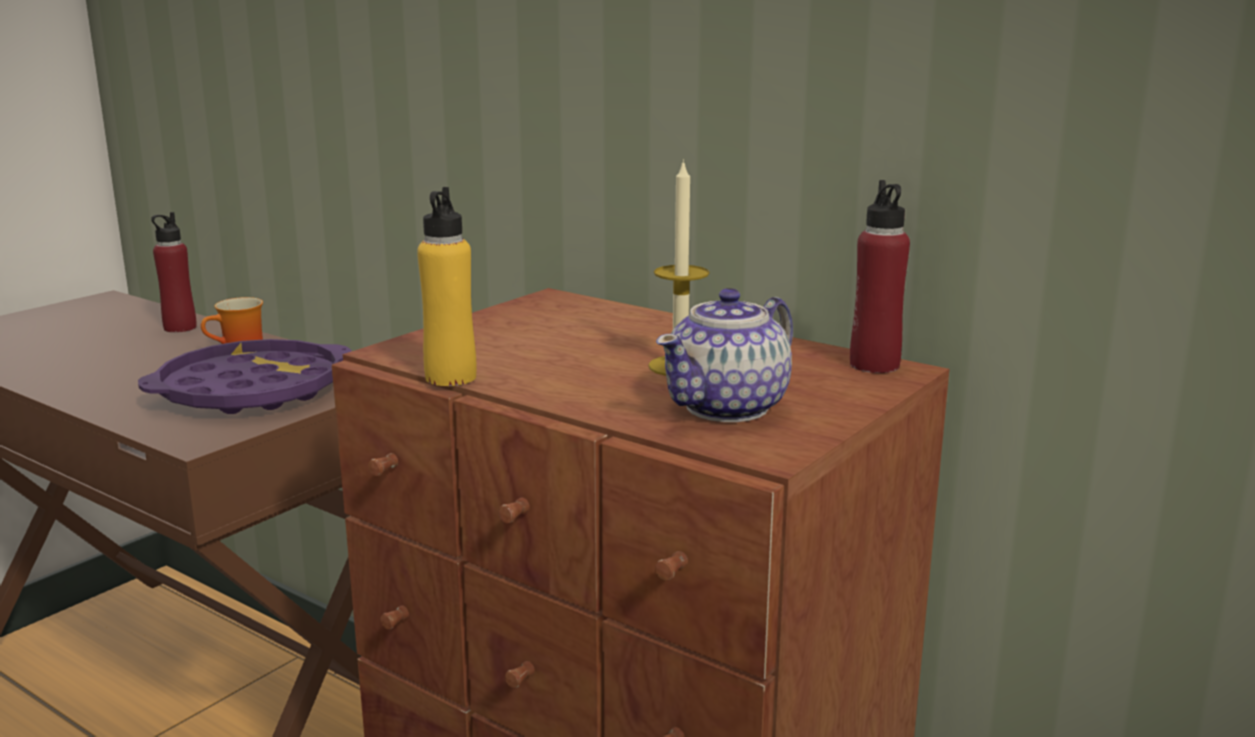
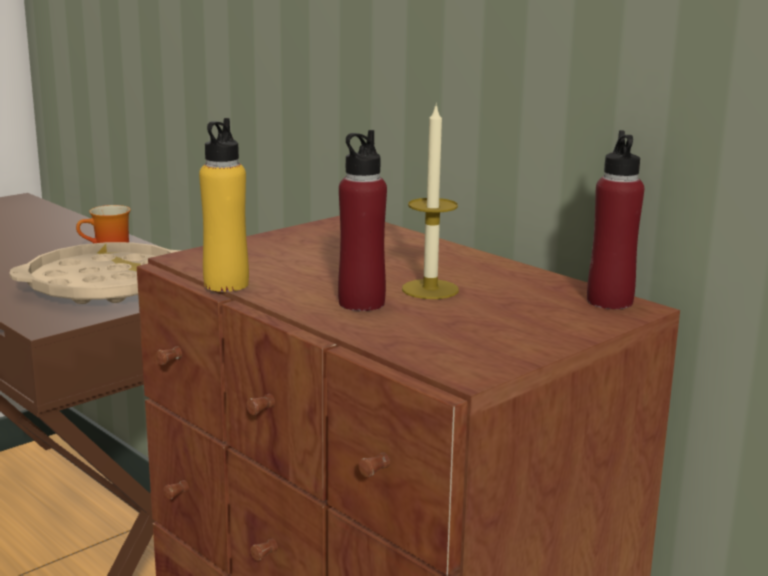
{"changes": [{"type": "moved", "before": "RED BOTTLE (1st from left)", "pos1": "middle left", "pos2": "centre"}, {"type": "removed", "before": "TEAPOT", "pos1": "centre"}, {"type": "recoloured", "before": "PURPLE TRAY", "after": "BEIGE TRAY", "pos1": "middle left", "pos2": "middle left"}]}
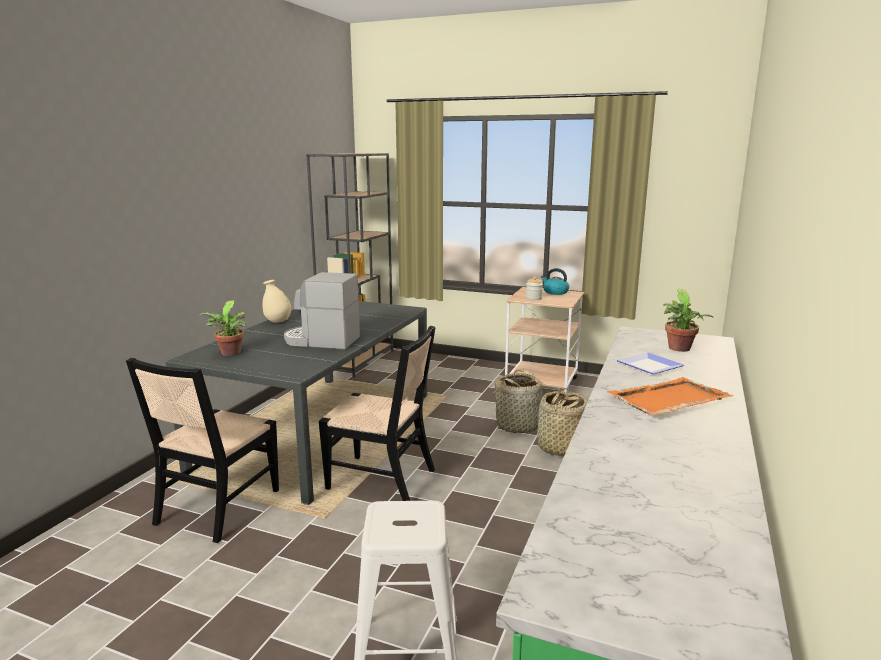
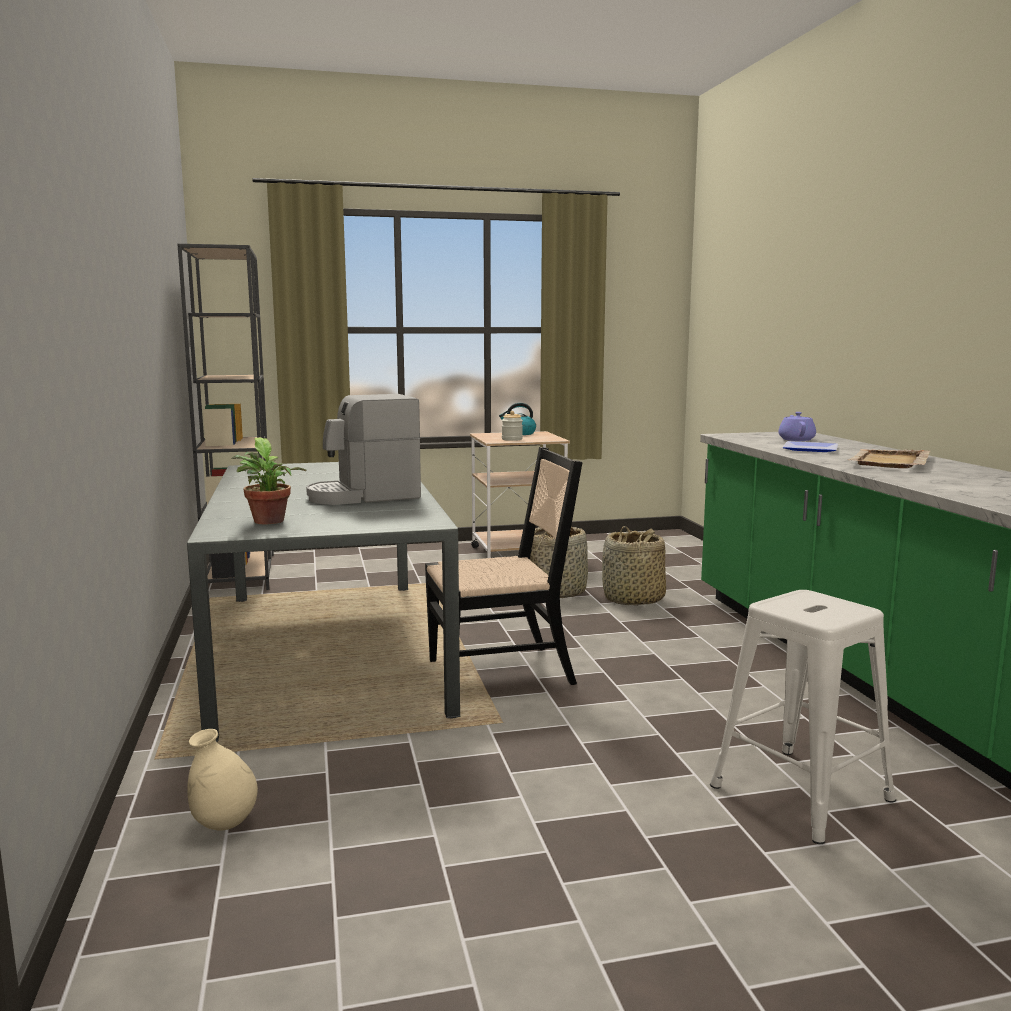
{"changes": [{"type": "moved", "before": "BEIGE VASE", "pos1": "middle left", "pos2": "bottom left"}, {"type": "replaced", "before": "POTTED PLANT (2nd from left)", "after": "PURPLE TEAPOT", "pos1": "middle right", "pos2": "middle right"}, {"type": "removed", "before": "CHAIR (1st from left)", "pos1": "bottom left"}, {"type": "recoloured", "before": "ORANGE TRAY", "after": "BEIGE TRAY", "pos1": "middle right", "pos2": "middle right"}]}
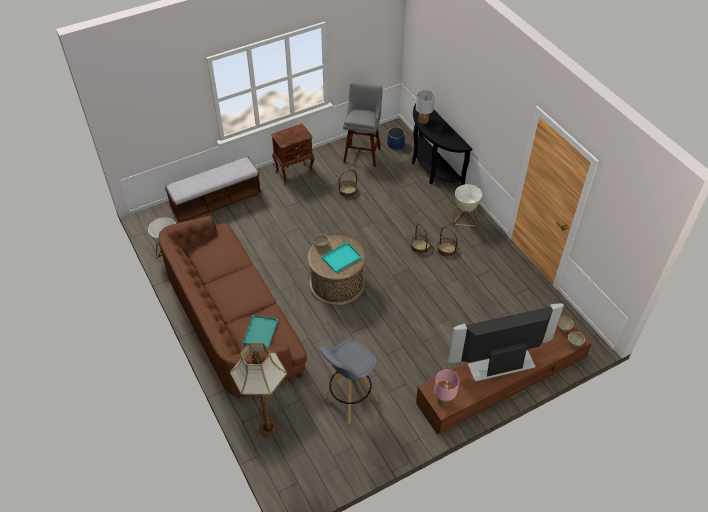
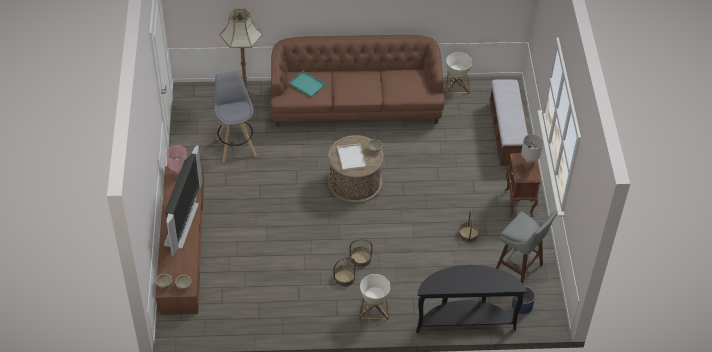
{"changes": [{"type": "moved", "before": "GREY TABLE LAMP", "pos1": "top centre", "pos2": "middle right"}, {"type": "recoloured", "before": "TURQUOISE TRAY (2nd from left)", "after": "WHITE TRAY", "pos1": "centre", "pos2": "centre"}]}
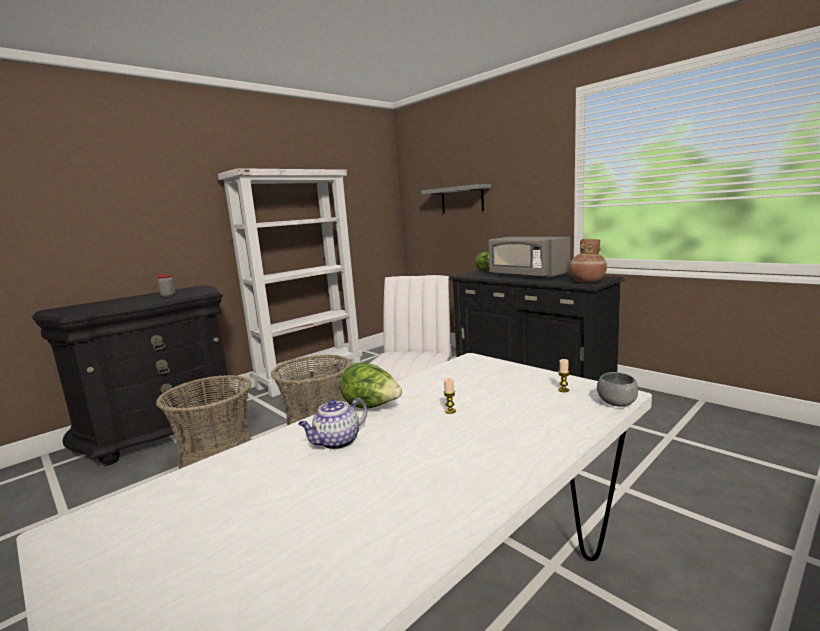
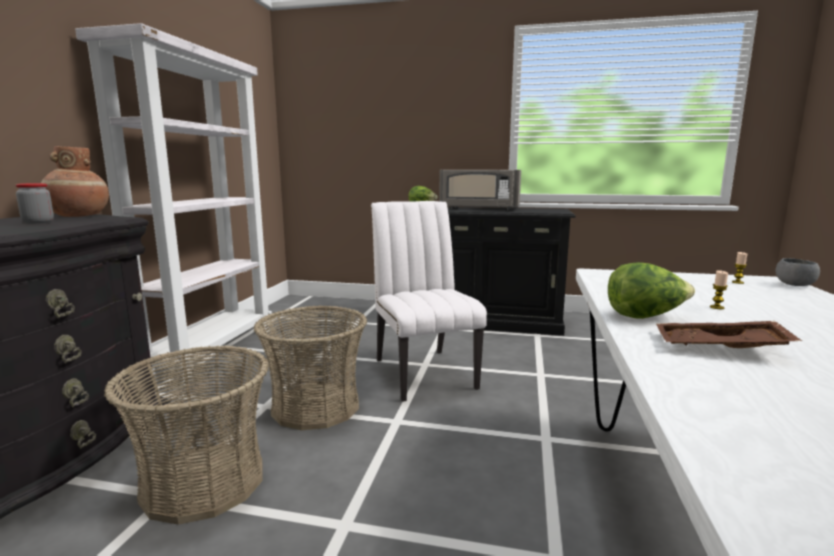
{"changes": [{"type": "removed", "before": "GREY SHELF", "pos1": "top centre"}, {"type": "moved", "before": "BROWN VASE", "pos1": "middle right", "pos2": "top left"}, {"type": "replaced", "before": "TEAPOT", "after": "BROWN TRAY", "pos1": "bottom centre", "pos2": "middle right"}]}
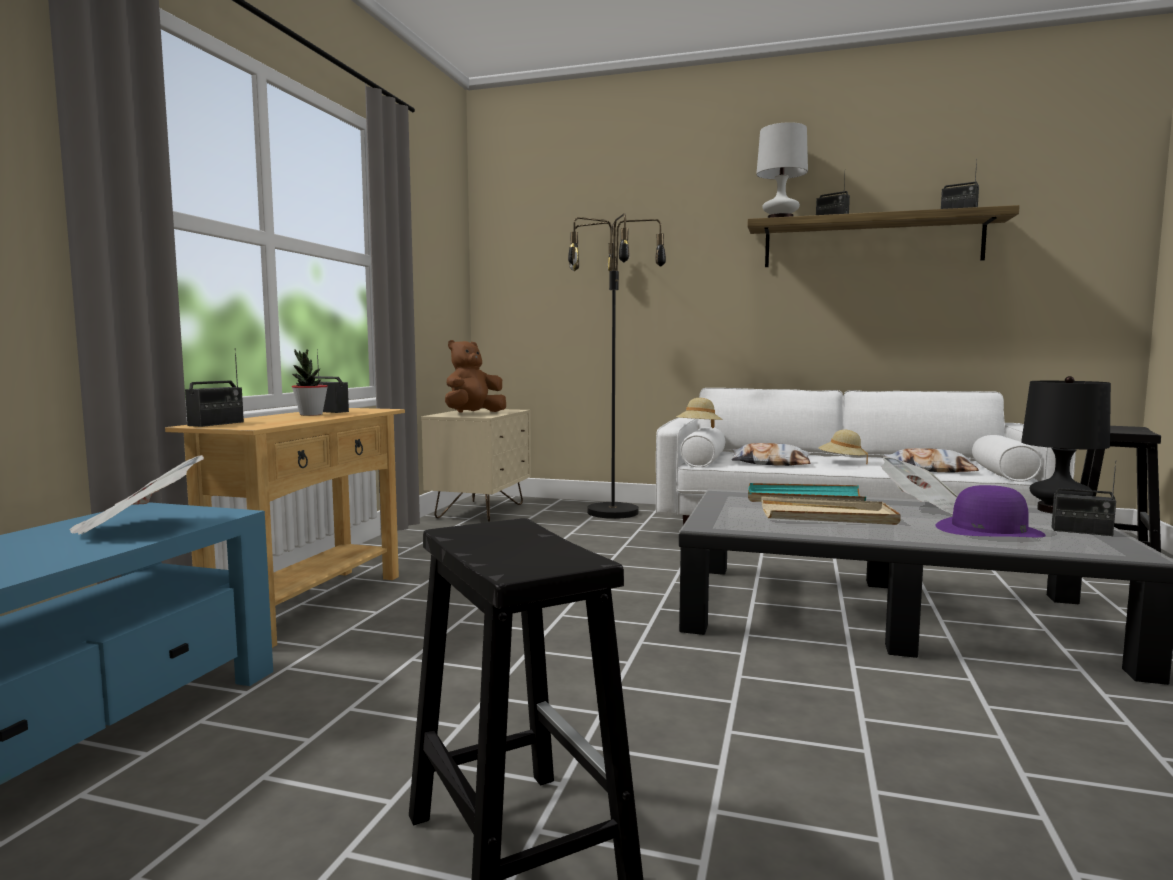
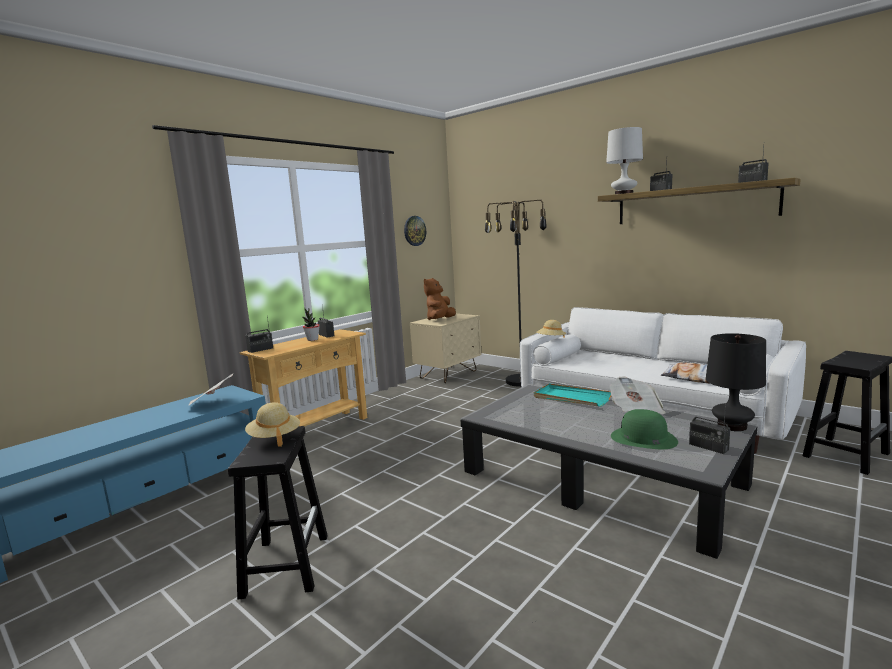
{"changes": [{"type": "turned", "before": "BROWN PLUSH TOY", "pos1": "centre", "pos2": "centre", "turn": -45}, {"type": "moved", "before": "BEIGE HAT (2nd from left in the first image)", "after": "BEIGE HAT (1st from left)", "pos1": "middle right", "pos2": "middle left"}, {"type": "removed", "before": "PILLOW (1st from left)", "pos1": "centre"}, {"type": "recoloured", "before": "PURPLE HAT", "after": "GREEN HAT", "pos1": "middle right", "pos2": "middle right"}, {"type": "removed", "before": "BEIGE TRAY", "pos1": "middle right"}, {"type": "added", "after": "WALL CLOCK", "pos2": "centre"}]}
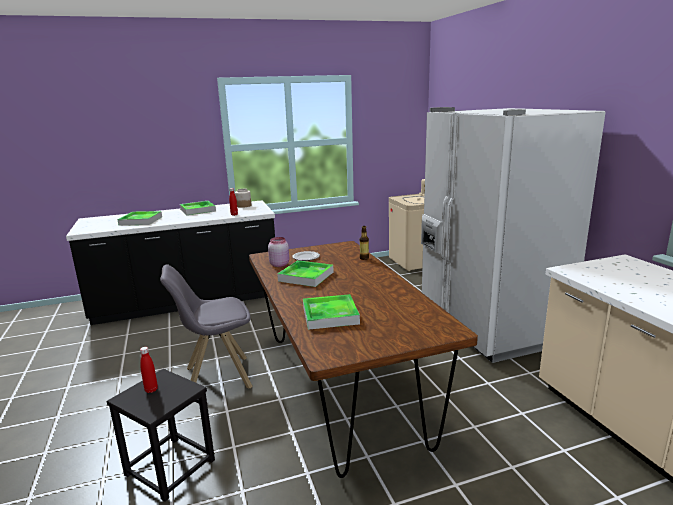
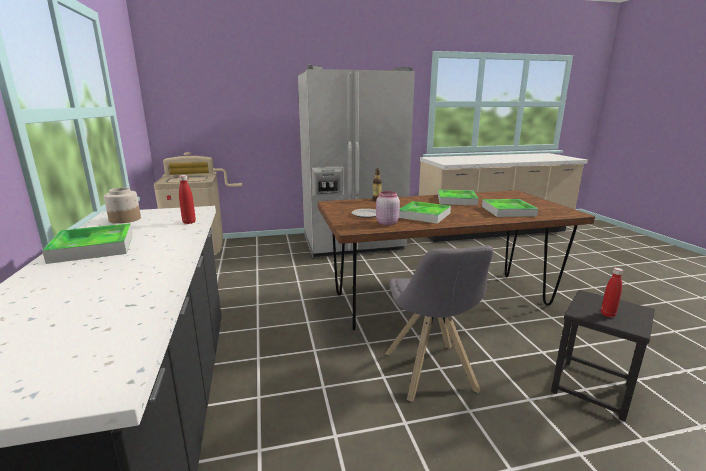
{"changes": [{"type": "moved", "before": "TRAY (1st from left in the first image)", "after": "TRAY (3rd from left)", "pos1": "middle left", "pos2": "centre"}]}
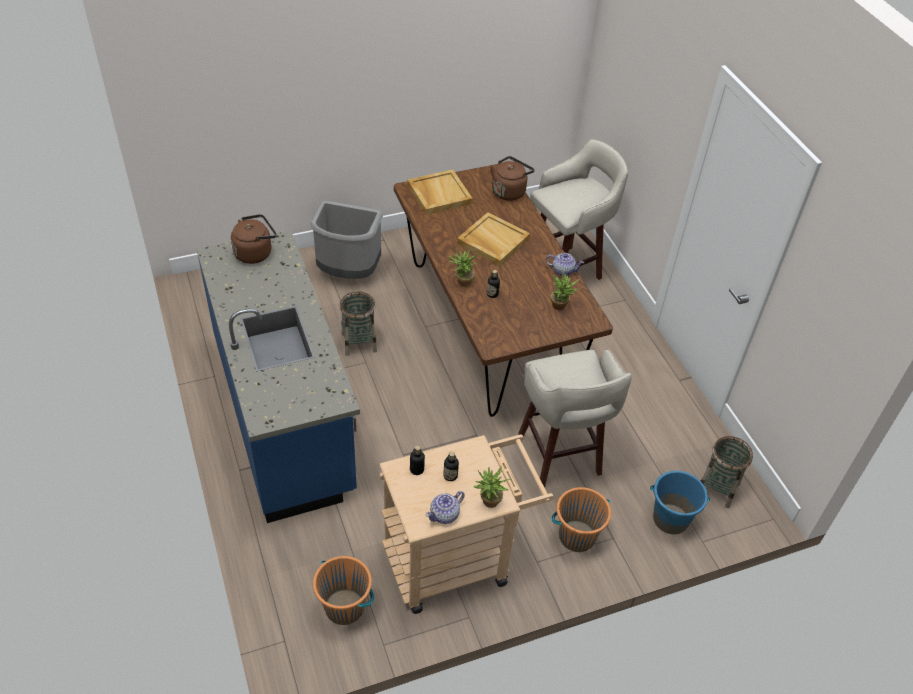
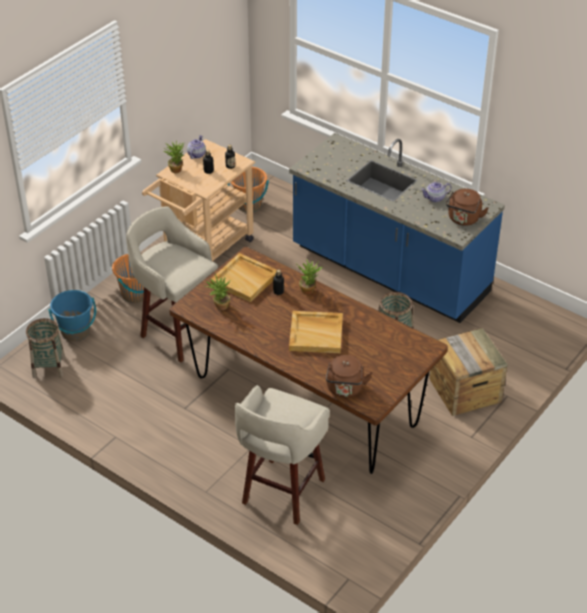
{"changes": [{"type": "moved", "before": "BEIGE TRAY (1st from left)", "pos1": "top centre", "pos2": "centre"}, {"type": "replaced", "before": "GREY TRASH CAN", "after": "CRATE", "pos1": "centre", "pos2": "middle right"}, {"type": "moved", "before": "TEAPOT (2nd from left)", "pos1": "centre", "pos2": "top right"}]}
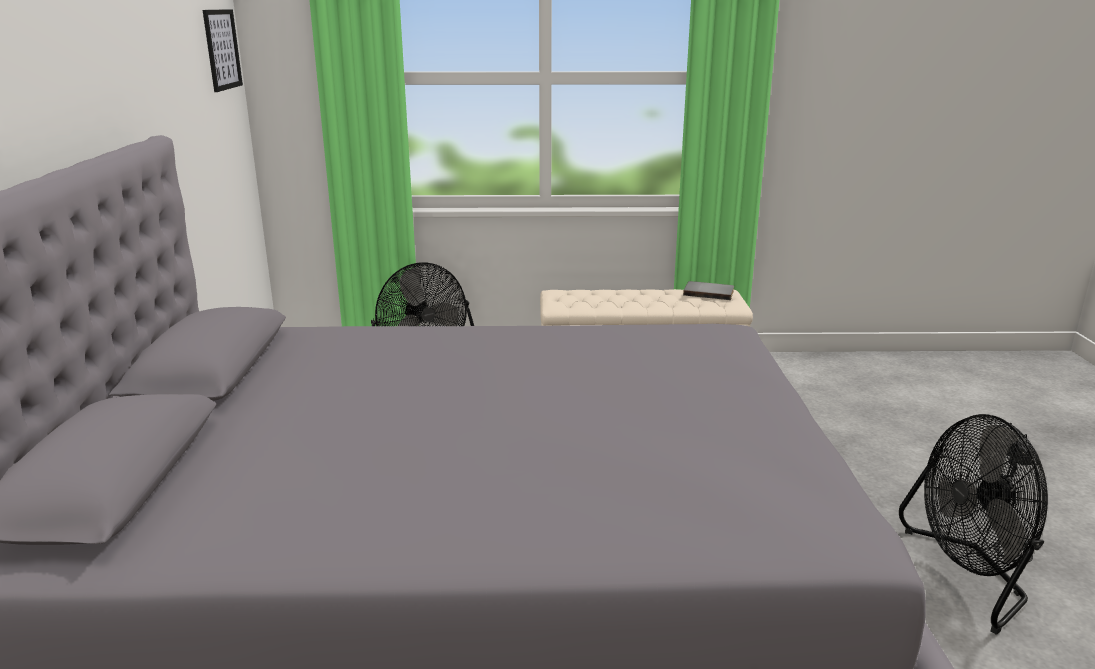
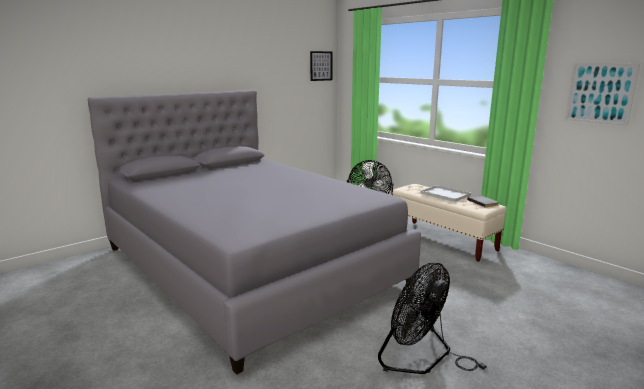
{"changes": [{"type": "added", "after": "PICTURE (2nd from left)", "pos2": "top right"}, {"type": "added", "after": "WHITE TRAY", "pos2": "middle right"}]}
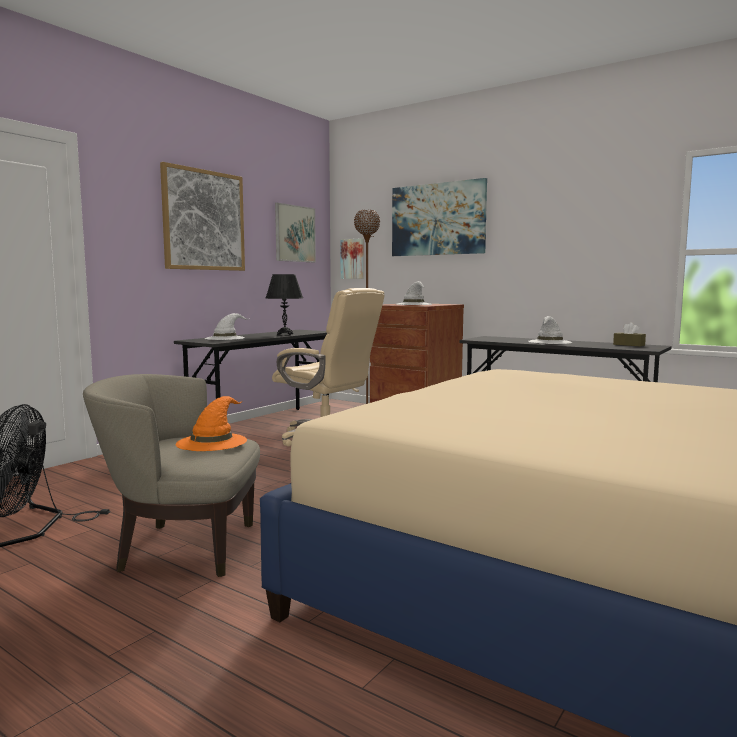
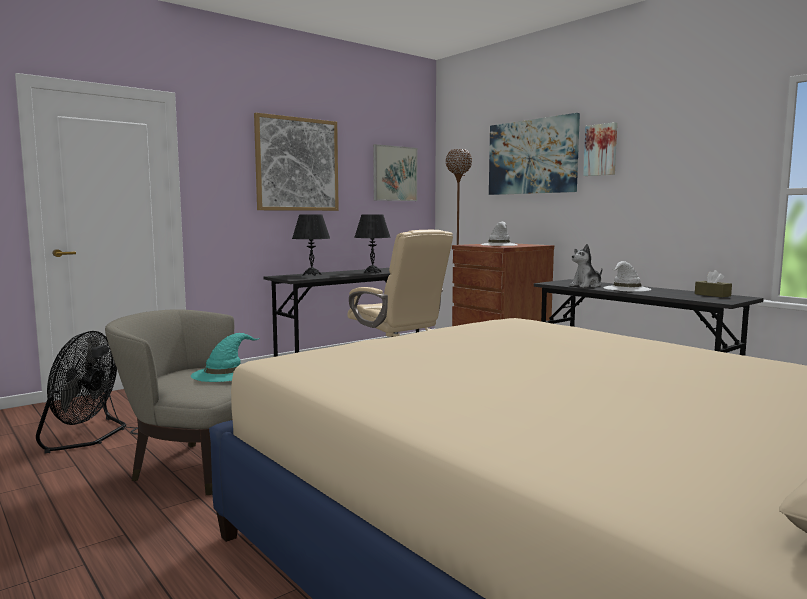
{"changes": [{"type": "moved", "before": "PICTURE (3rd from left in the first image)", "after": "PICTURE (4th from left)", "pos1": "centre", "pos2": "top right"}, {"type": "replaced", "before": "WHITE HAT (1st from left)", "after": "BLACK TABLE LAMP (1st from left)", "pos1": "middle left", "pos2": "centre"}, {"type": "recoloured", "before": "ORANGE HAT", "after": "TURQUOISE HAT", "pos1": "middle left", "pos2": "middle left"}, {"type": "added", "after": "PLUSH TOY", "pos2": "middle right"}]}
